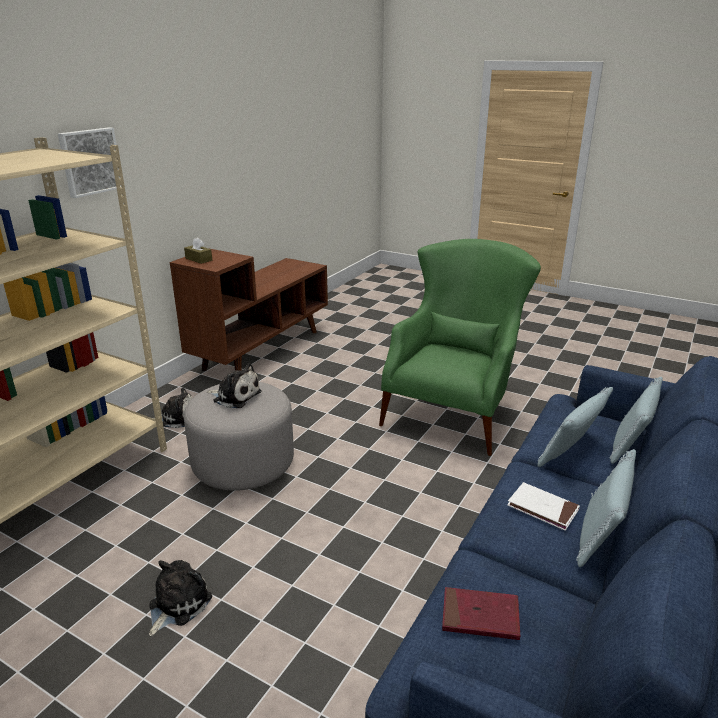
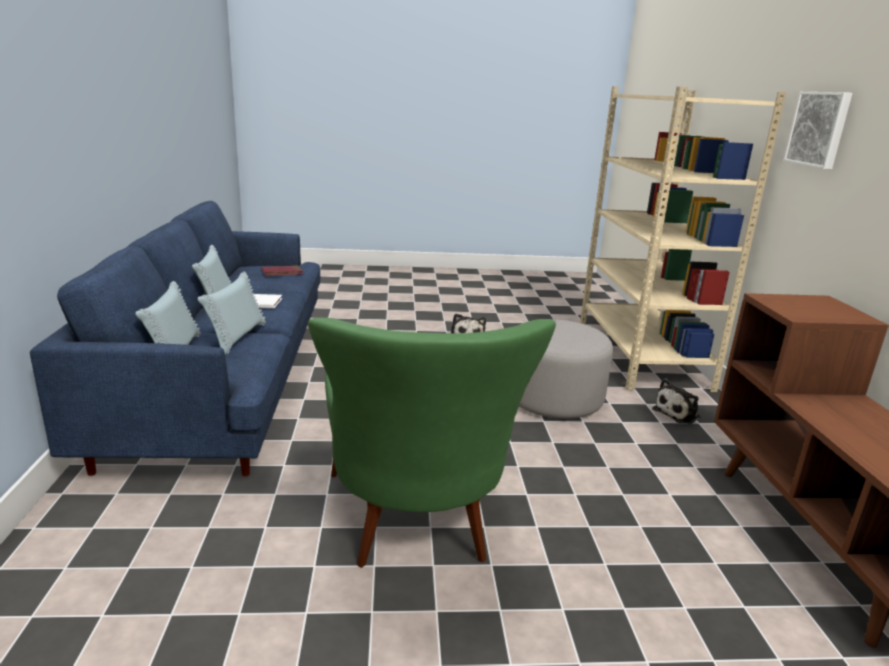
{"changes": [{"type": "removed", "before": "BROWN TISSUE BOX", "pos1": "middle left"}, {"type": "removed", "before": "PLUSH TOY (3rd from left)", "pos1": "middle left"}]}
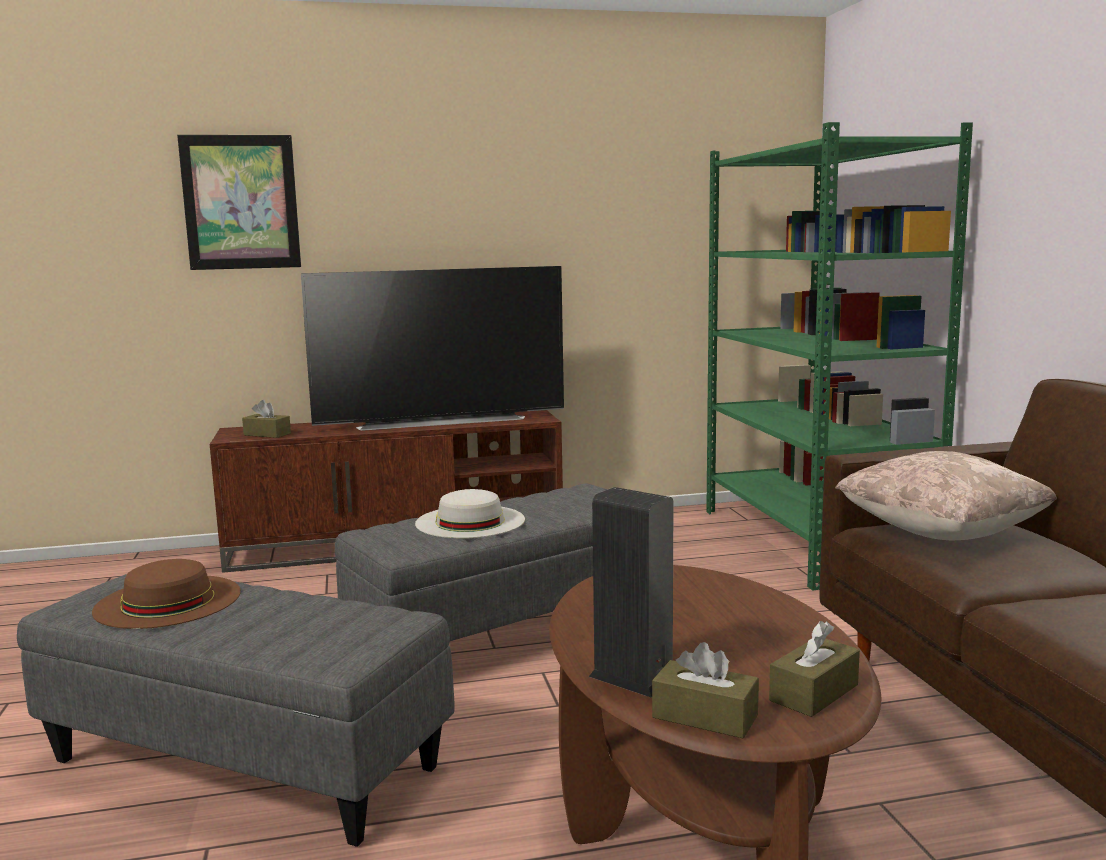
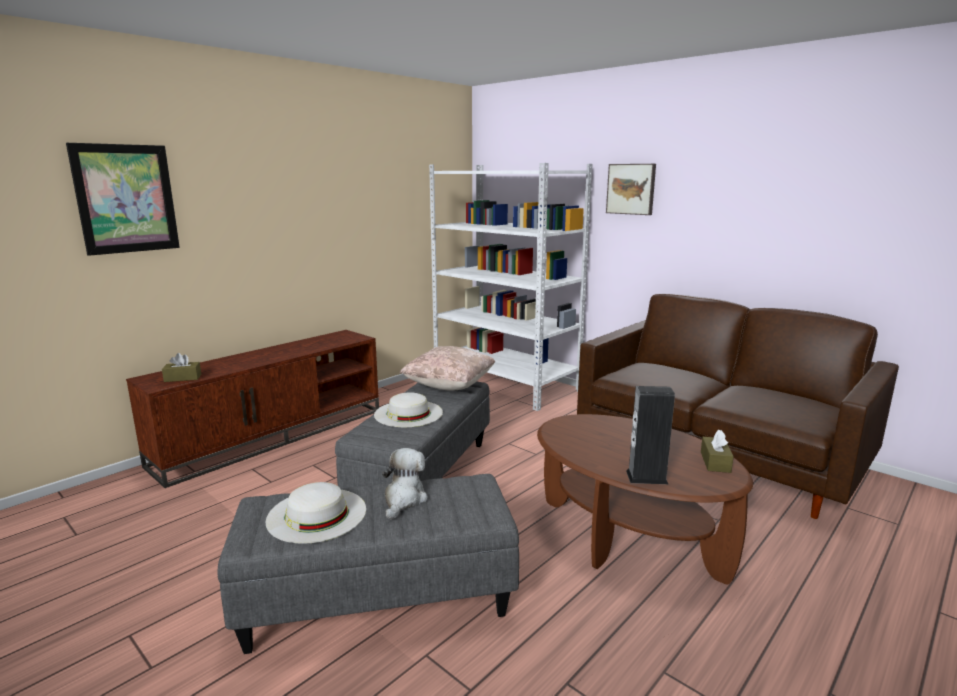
{"changes": [{"type": "recoloured", "before": "GREEN BOOKCASE", "after": "WHITE BOOKCASE", "pos1": "middle right", "pos2": "centre"}, {"type": "removed", "before": "TELEVISION", "pos1": "centre"}, {"type": "moved", "before": "BEIGE PILLOW", "pos1": "middle right", "pos2": "centre"}, {"type": "recoloured", "before": "BROWN HAT", "after": "WHITE HAT (1st from left)", "pos1": "bottom left", "pos2": "bottom left"}, {"type": "removed", "before": "BROWN TISSUE BOX (2nd from left)", "pos1": "bottom centre"}, {"type": "added", "after": "PICTURE (2nd from left)", "pos2": "top centre"}, {"type": "added", "after": "PLUSH TOY", "pos2": "bottom centre"}]}
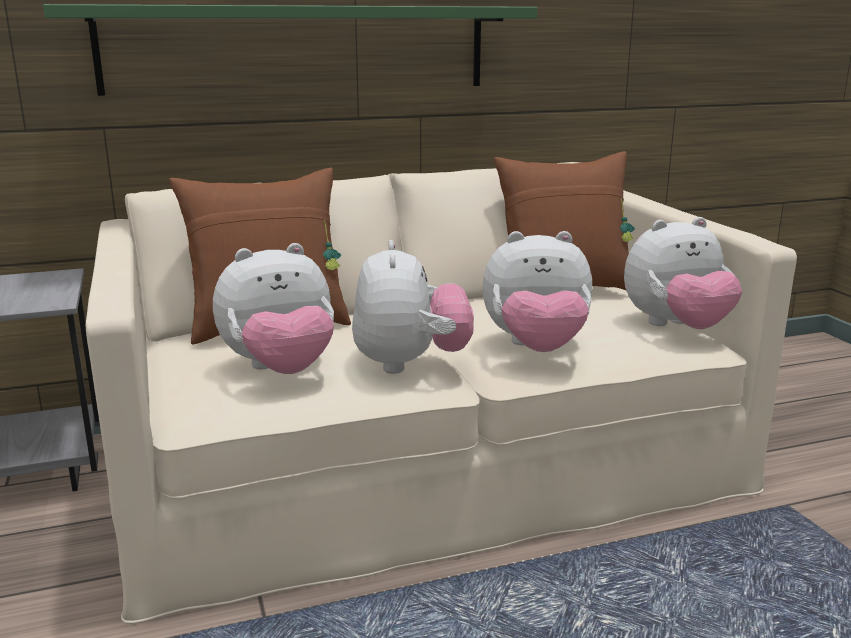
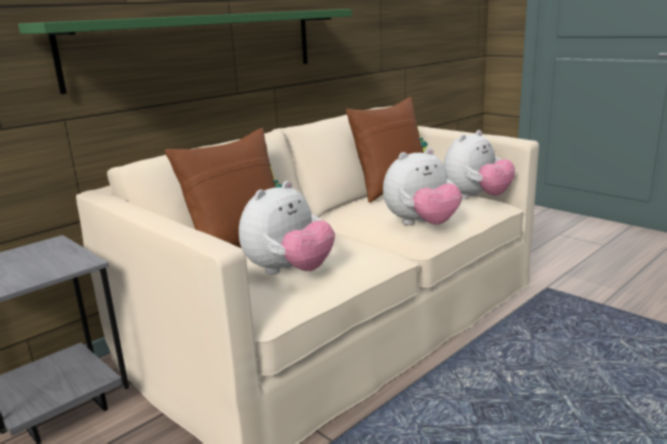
{"changes": [{"type": "removed", "before": "PLUSH TOY (2nd from left)", "pos1": "centre"}]}
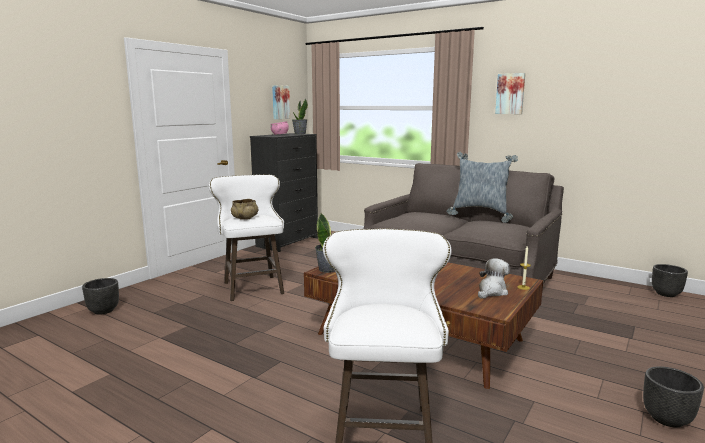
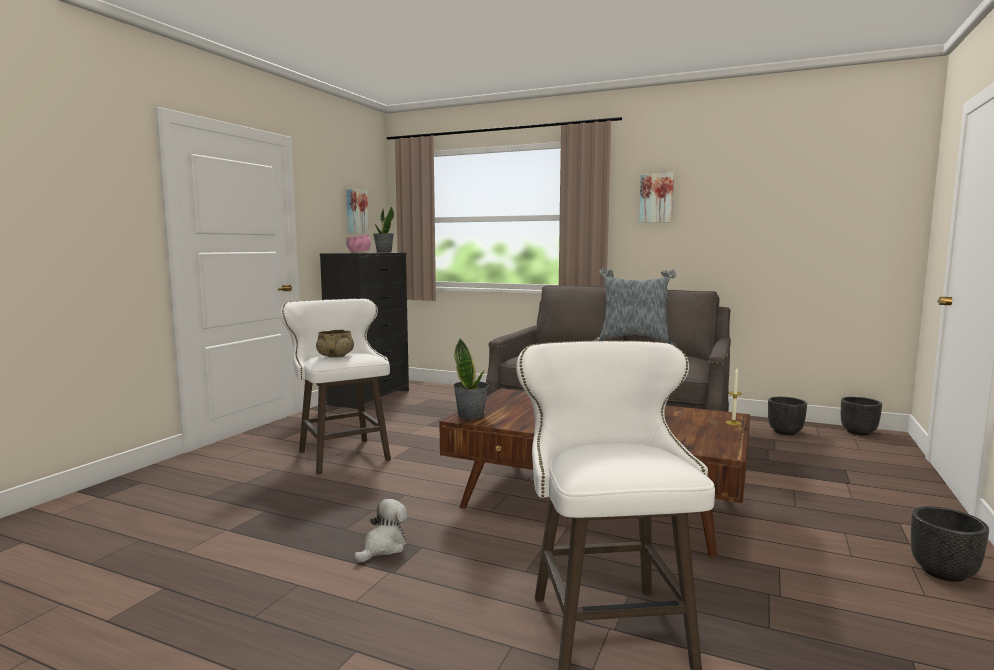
{"changes": [{"type": "moved", "before": "PLUSH TOY", "pos1": "middle right", "pos2": "bottom centre"}, {"type": "moved", "before": "BLACK PLANTER (1st from left)", "pos1": "bottom left", "pos2": "middle right"}]}
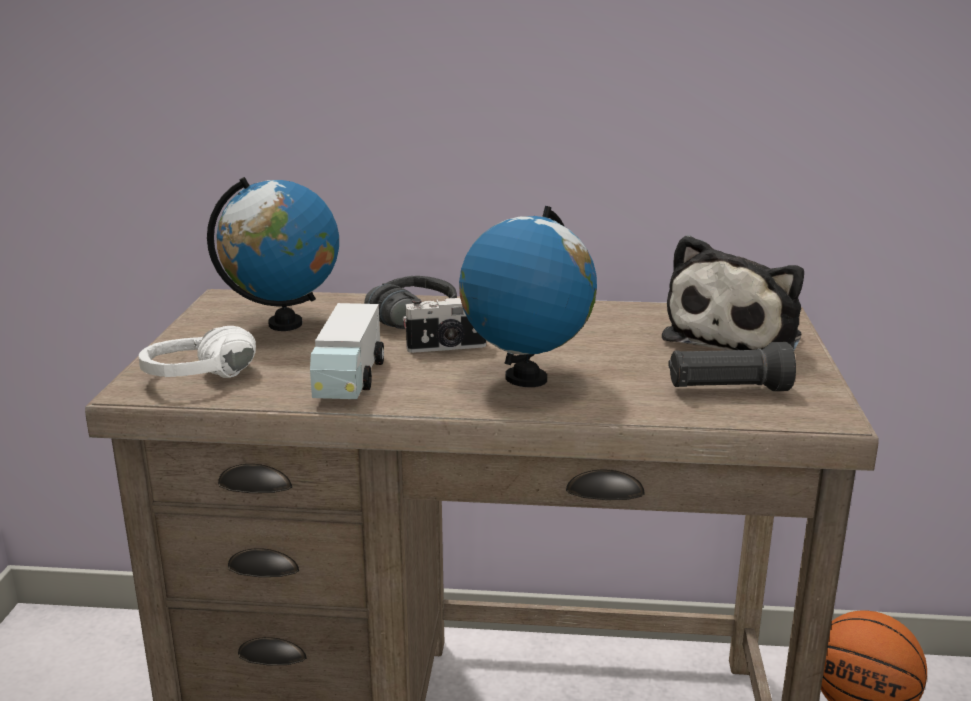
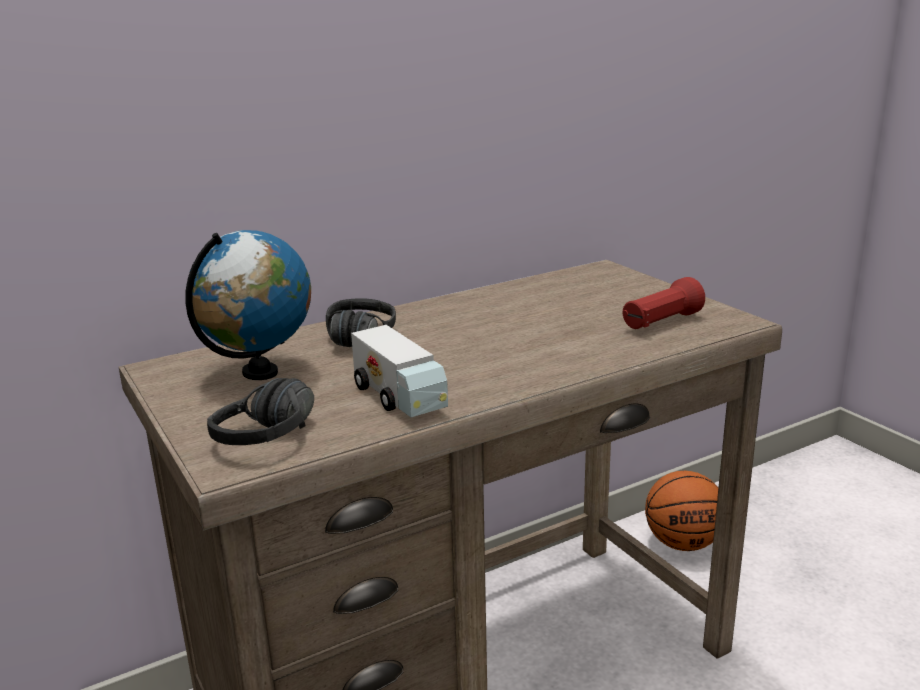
{"changes": [{"type": "removed", "before": "GLOBE (2nd from left)", "pos1": "centre"}, {"type": "removed", "before": "PLUSH TOY", "pos1": "middle right"}, {"type": "removed", "before": "PHOTO CAMERA", "pos1": "centre"}, {"type": "recoloured", "before": "WHITE HEADPHONES", "after": "BLACK HEADPHONES (1st from left)", "pos1": "middle left", "pos2": "middle left"}, {"type": "recoloured", "before": "BLACK FLASHLIGHT", "after": "RED FLASHLIGHT", "pos1": "middle right", "pos2": "middle right"}]}
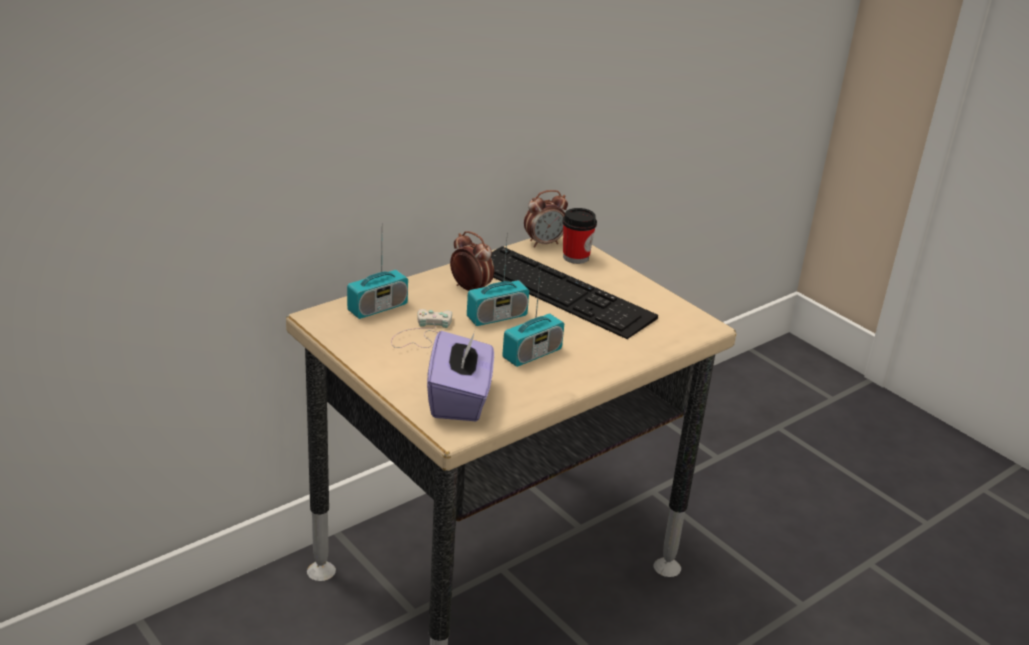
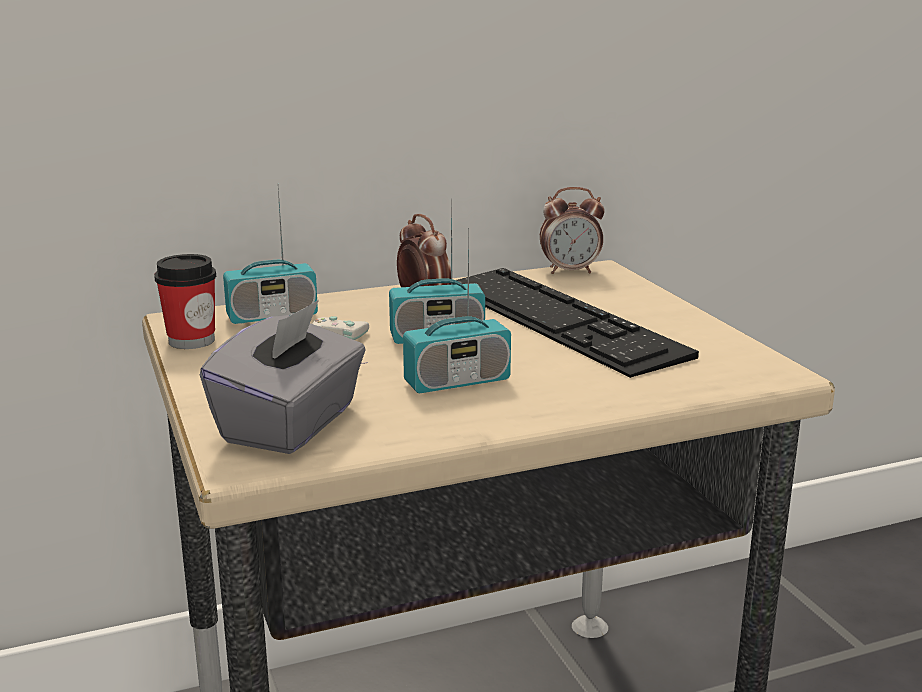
{"changes": [{"type": "moved", "before": "CUP", "pos1": "centre", "pos2": "middle left"}, {"type": "recoloured", "before": "PURPLE TISSUE BOX", "after": "GREY TISSUE BOX", "pos1": "centre", "pos2": "middle left"}]}
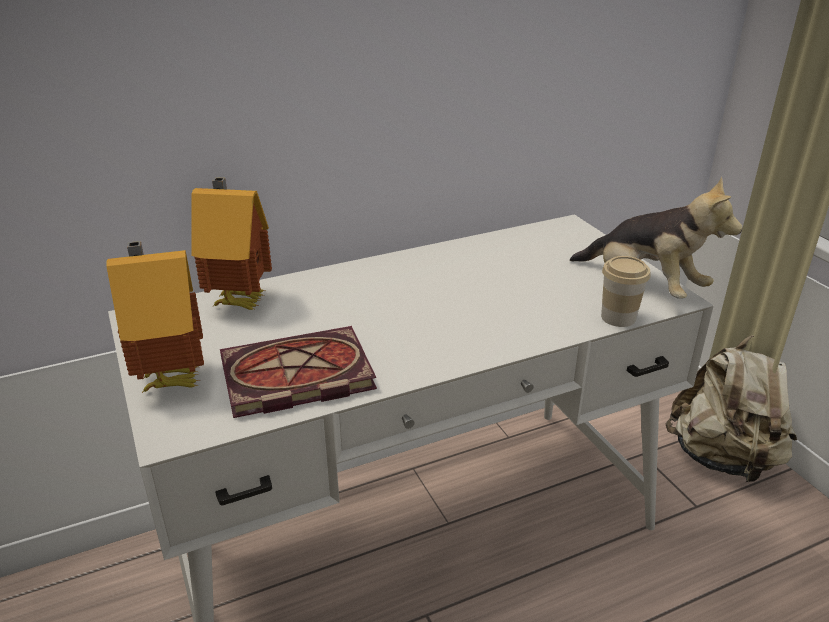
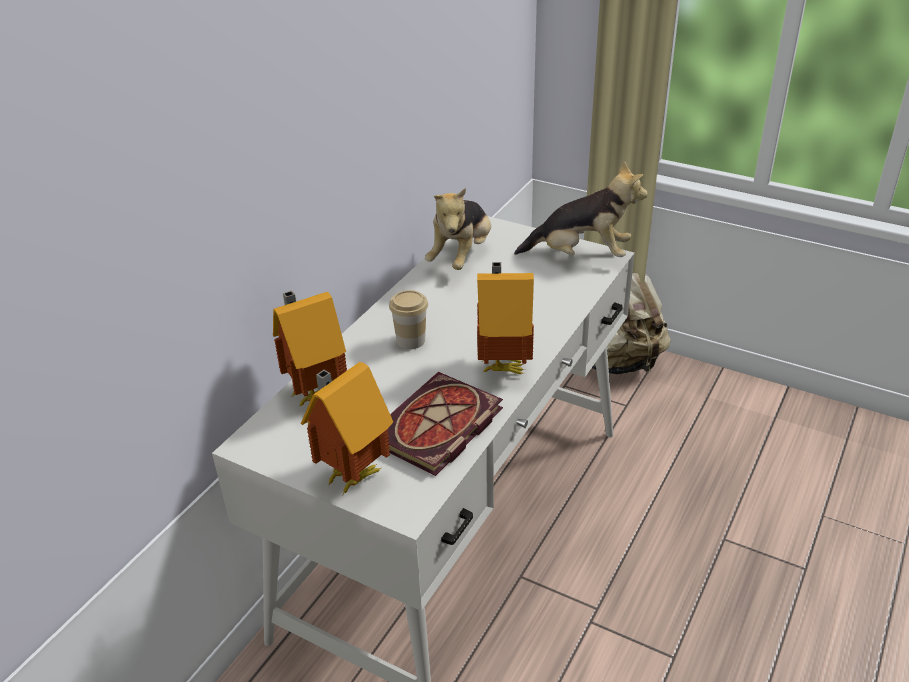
{"changes": [{"type": "moved", "before": "CUP", "pos1": "middle right", "pos2": "centre"}, {"type": "added", "after": "PLUSH TOY (1st from left)", "pos2": "centre"}, {"type": "added", "after": "TOY HOUSE (3rd from left)", "pos2": "centre"}]}
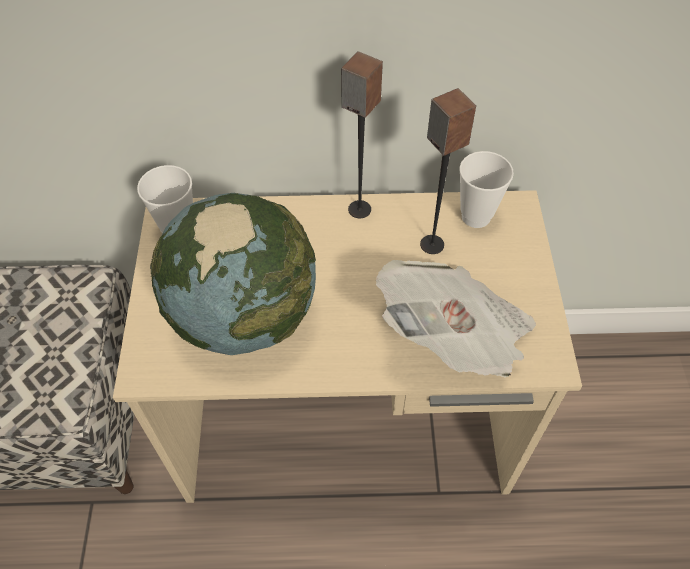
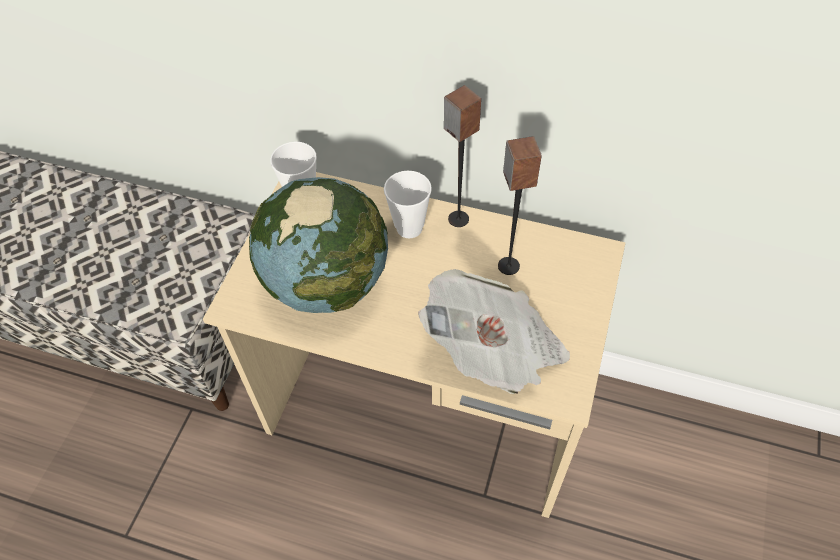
{"changes": [{"type": "moved", "before": "CUP (2nd from left)", "pos1": "top right", "pos2": "centre"}]}
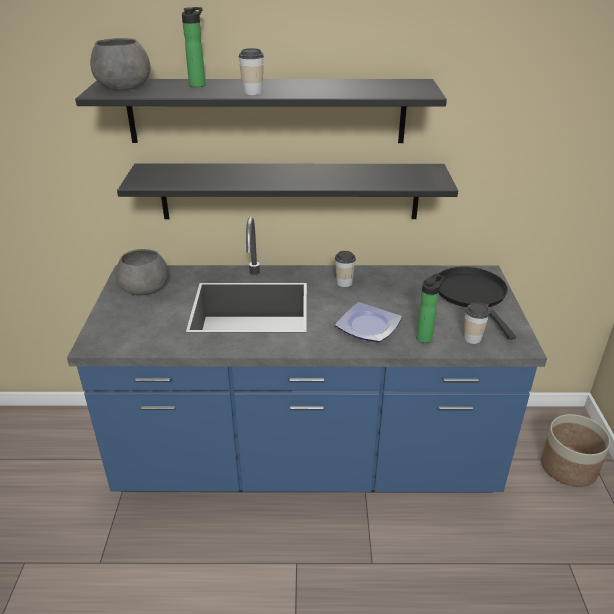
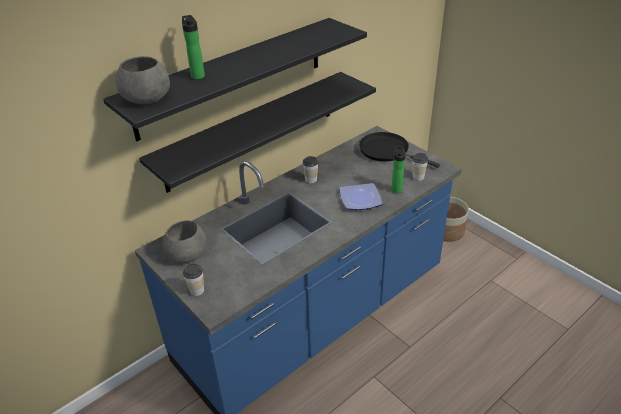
{"changes": [{"type": "moved", "before": "CUP (1st from left)", "pos1": "top centre", "pos2": "bottom left"}]}
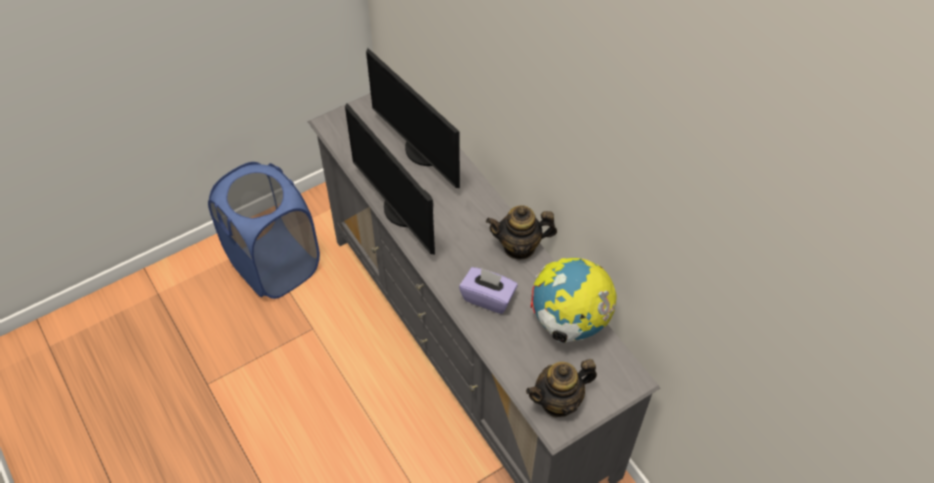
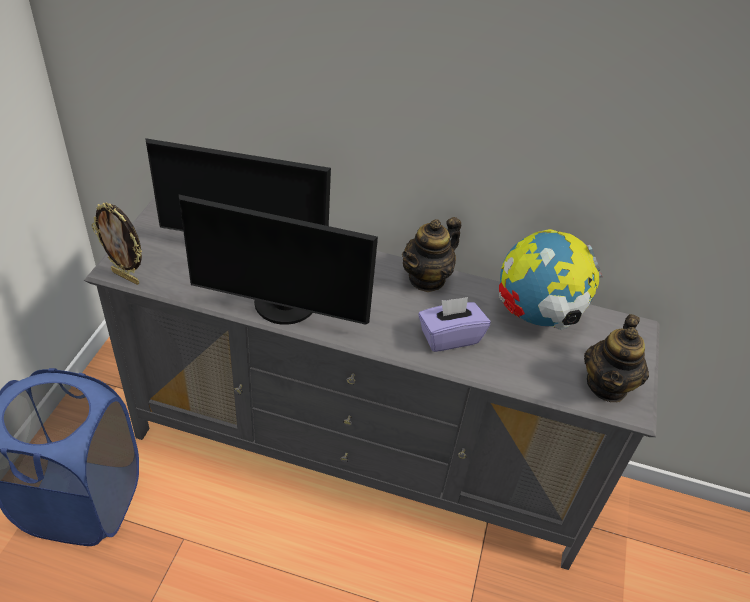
{"changes": [{"type": "added", "after": "PICTURE FRAME", "pos2": "middle left"}]}
